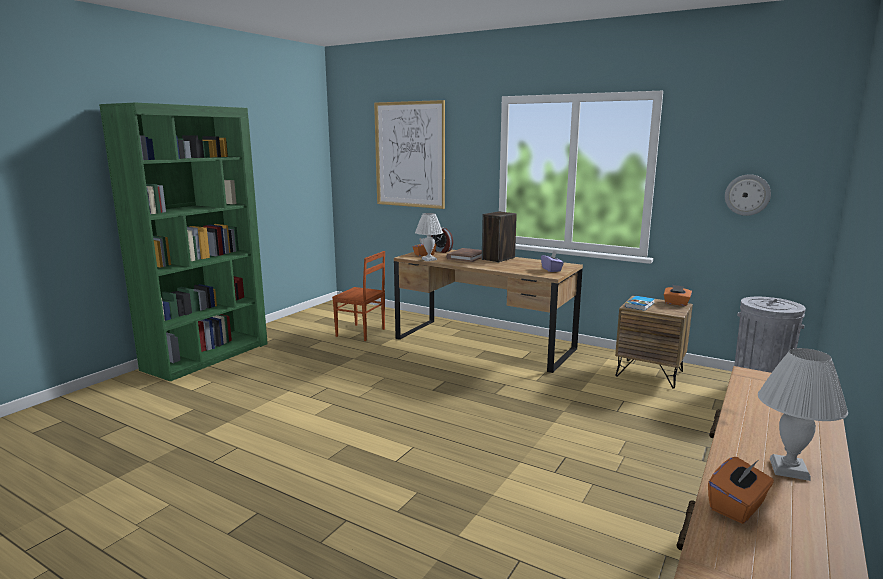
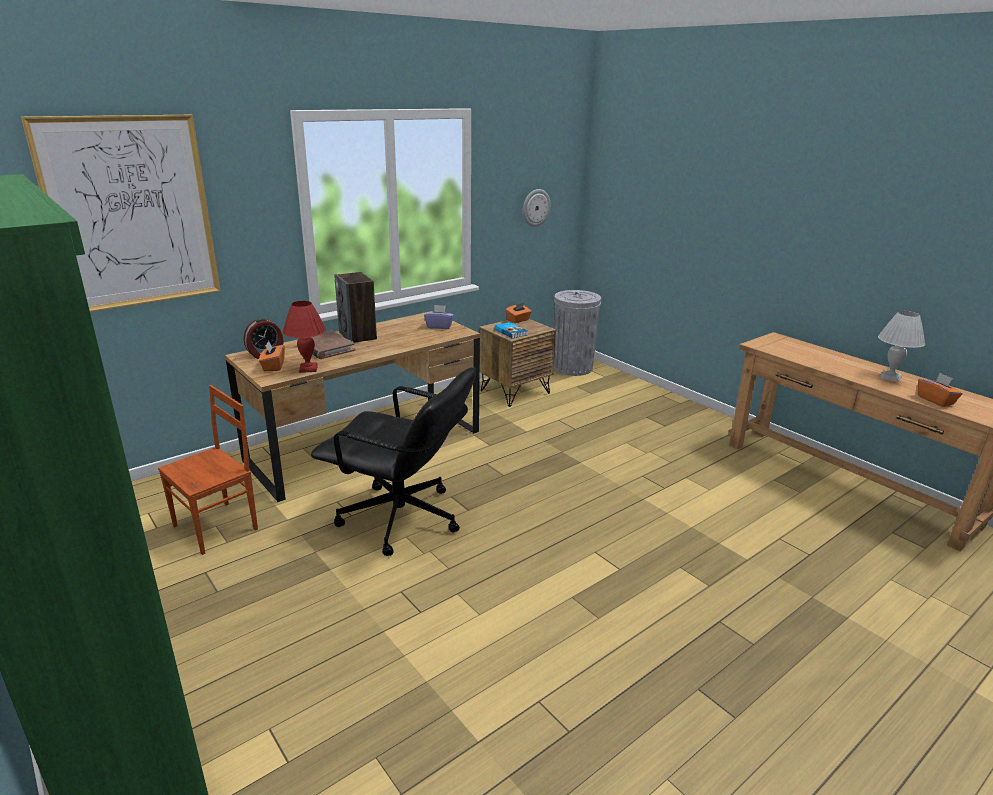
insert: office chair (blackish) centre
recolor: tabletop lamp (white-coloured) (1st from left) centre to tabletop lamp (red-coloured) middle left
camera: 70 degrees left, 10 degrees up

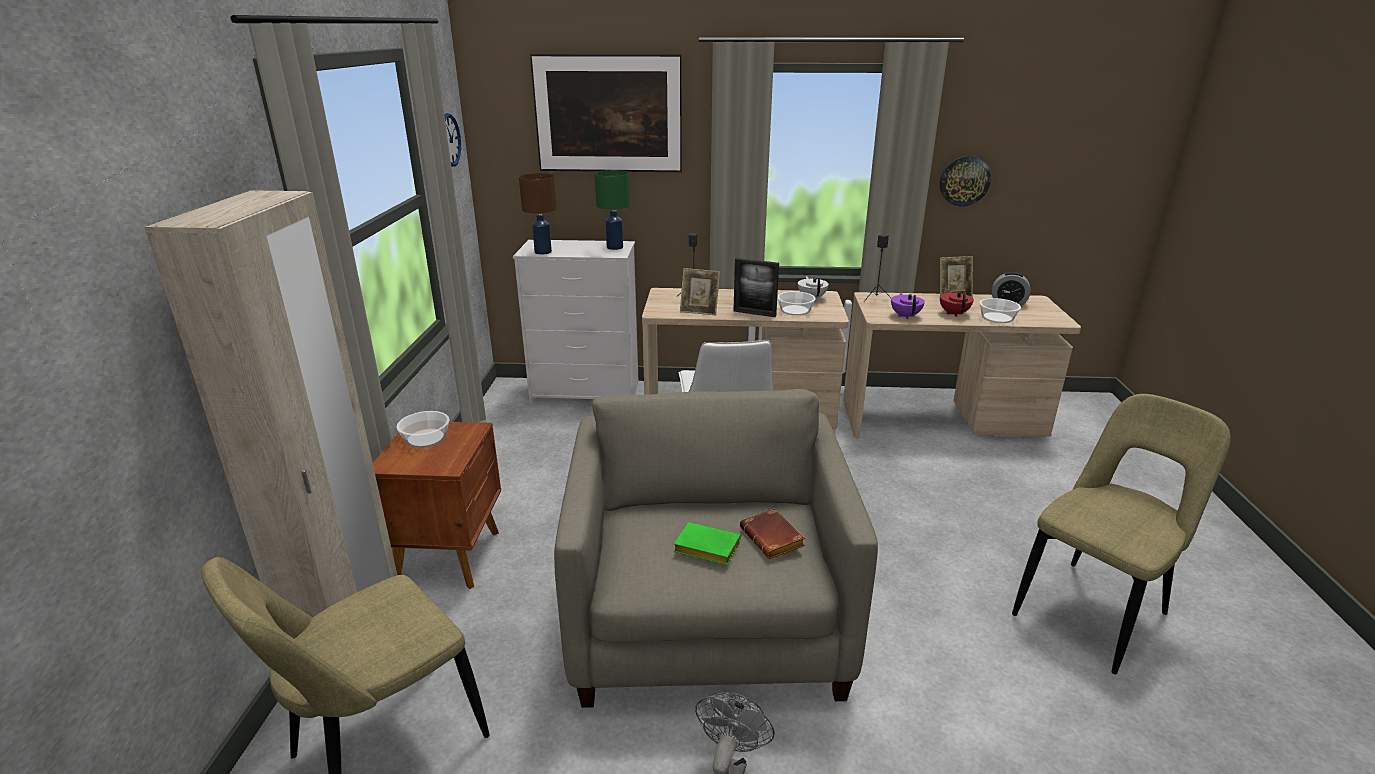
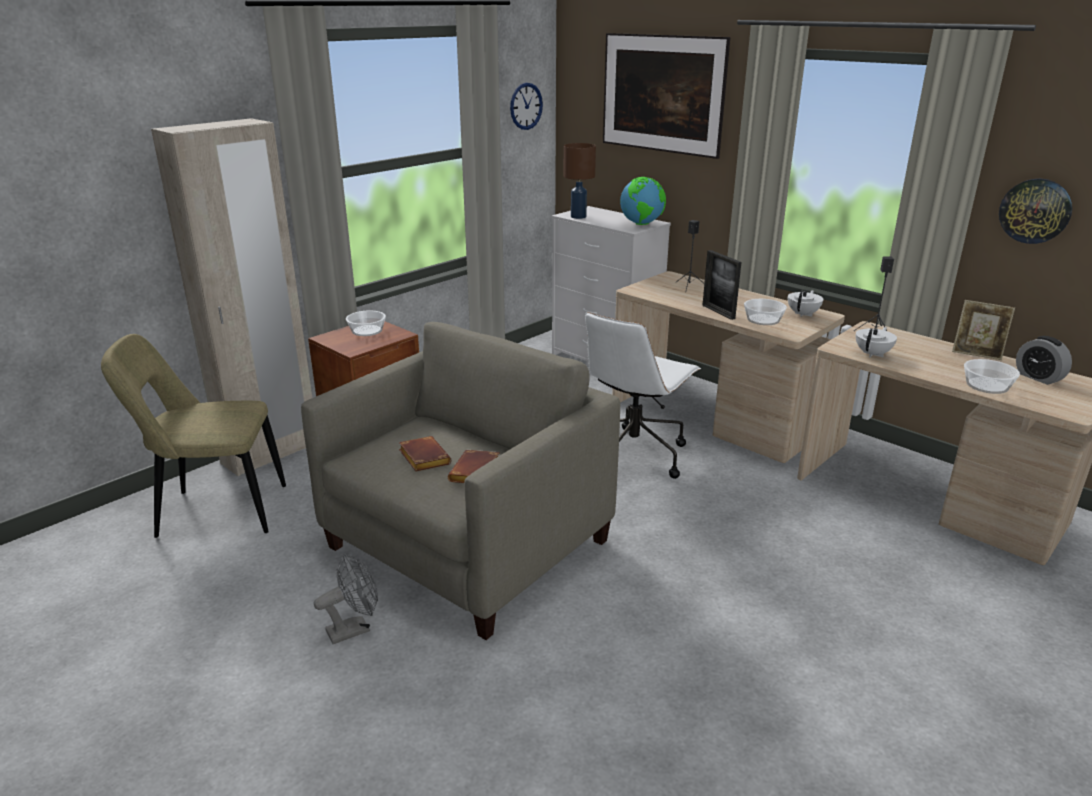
delete: photo frame (1st from left) centre; tea pot (red-coloured) middle right; plain chair (beige) (2nd from left) bottom right
replace: tabletop lamp (greenish) top centre to globe top centre
recolor: bound book (greenish) bottom centre to bound book (brownish) (1st from left) centre; tea pot (purplish) centre to tea pot (white-coloured) (2nd from left) middle right
camera: 40 degrees right, 0 degrees up

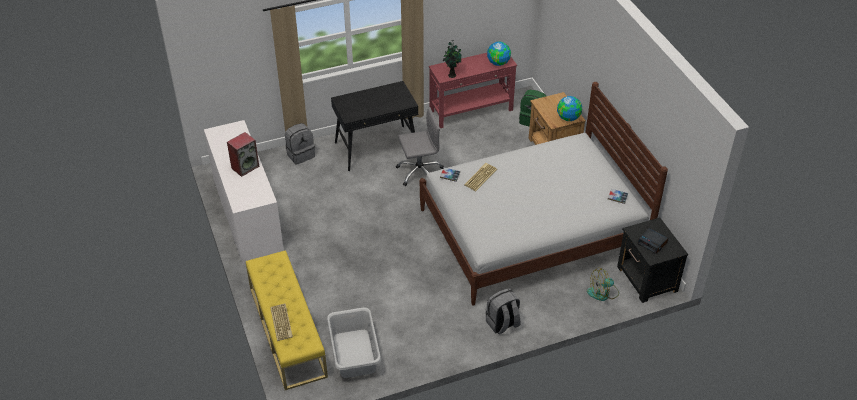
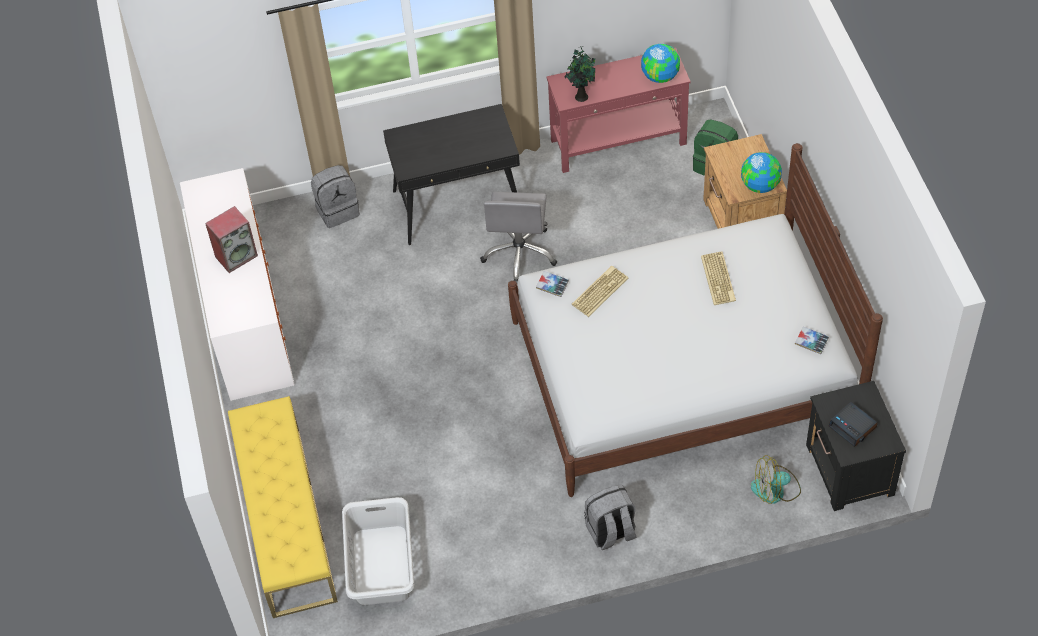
move: keyboard (1st from left in the first image) bottom left to keyboard (2nd from left) middle right
rotate: office chair (grey) centre = centre 105 degrees clockwise
camera: 10 degrees right, 10 degrees up

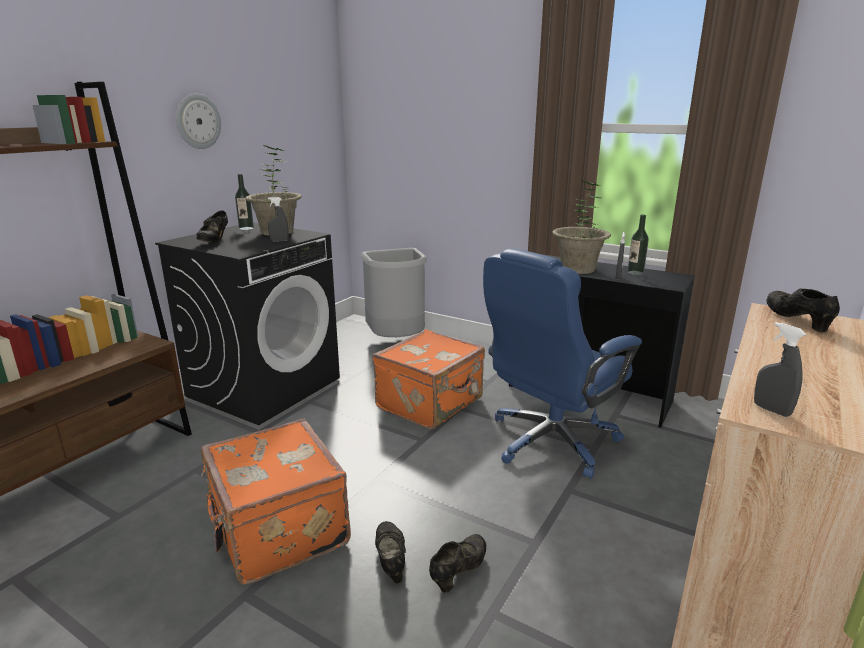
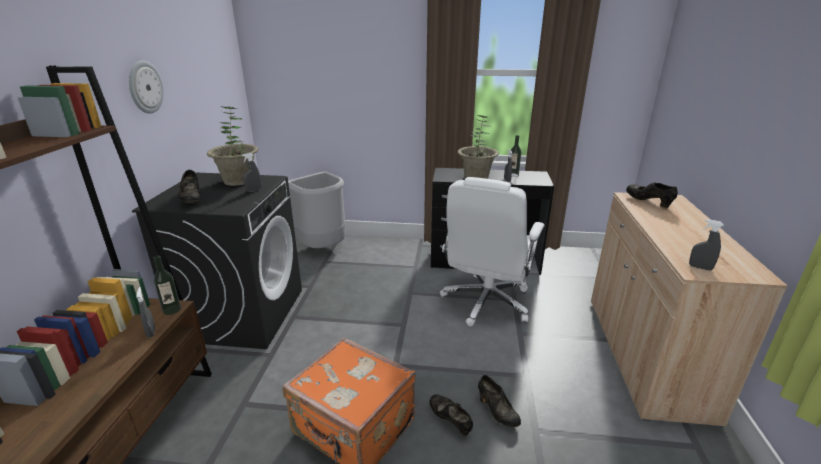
delete: piece of luggage (orangey) (2nd from left) centre
insert: hand sprayer (grey) (1st from left) bottom left
move: drink bottle (1st from left) top left to middle left
recolor: office chair (blue) centre to office chair (white-coloured) centre
rotate: low shoe (blackish) (3rd from left) bottom centre = bottom centre 135 degrees clockwise
camera: 25 degrees left, 5 degrees up

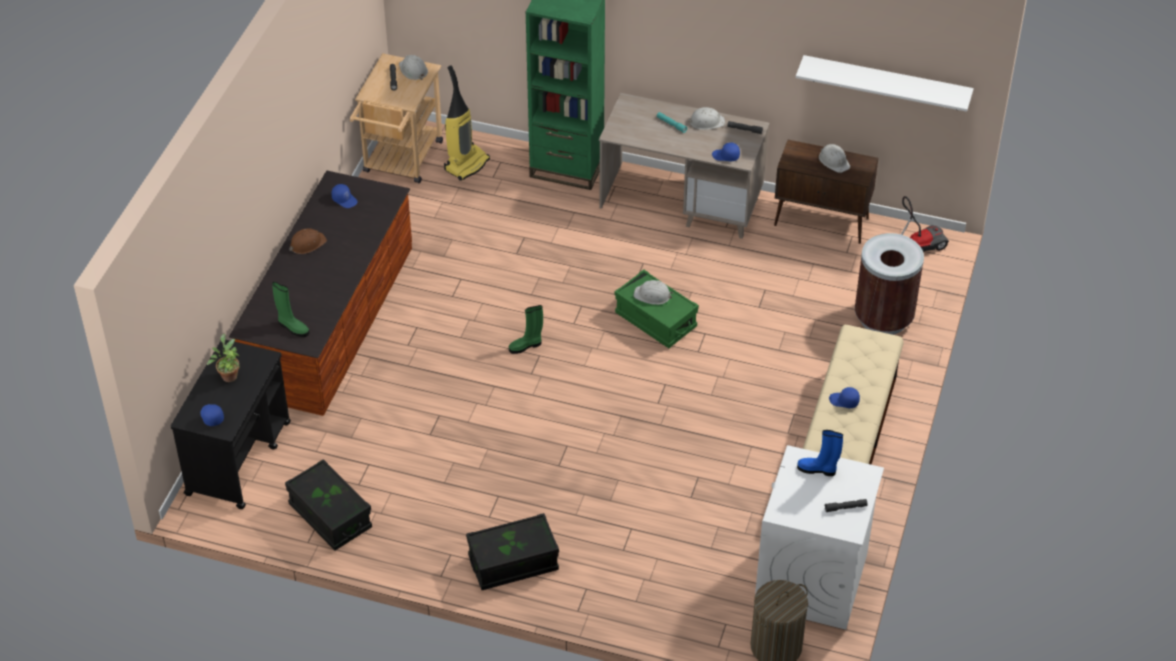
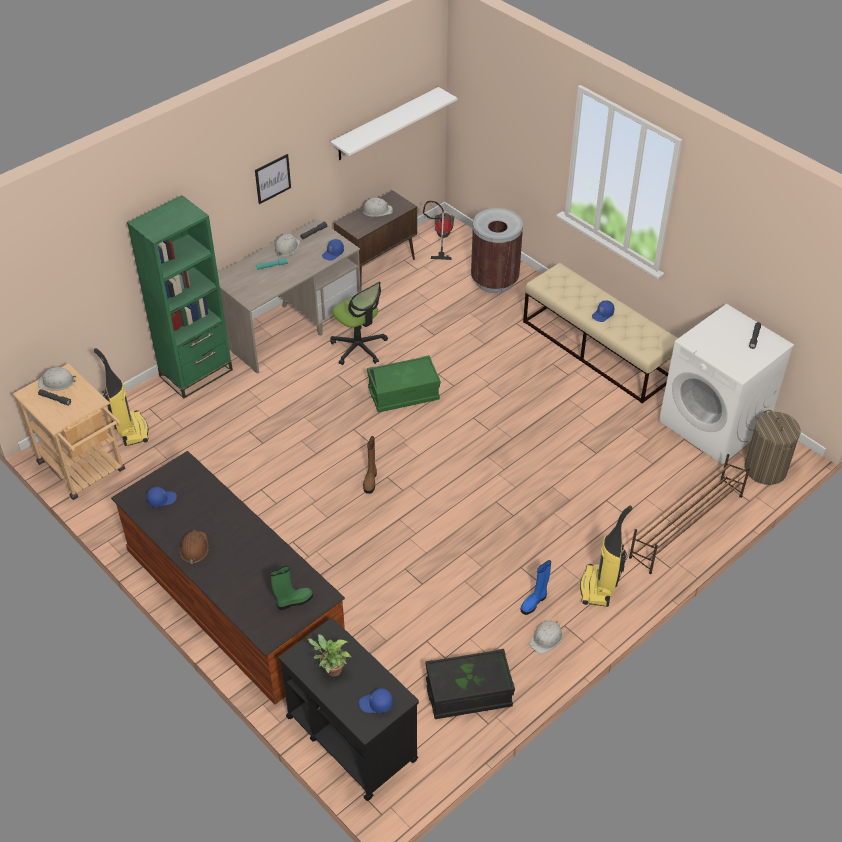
insert: picture top left; office chair centre; shoe shelf (brownish) middle right
move: work helmet (white-coloured) (2nd from left in the first image) centre to work helmet (white-coloured) (4th from left) bottom centre; boot (blue) bottom right to bottom centre
replace: storage container (blackish) (2nd from left) bottom centre to hoover (3rd from left) middle right
recolor: boot (greenish) (2nd from left) centre to boot (brownish) centre
camera: 60 degrees left, 0 degrees up

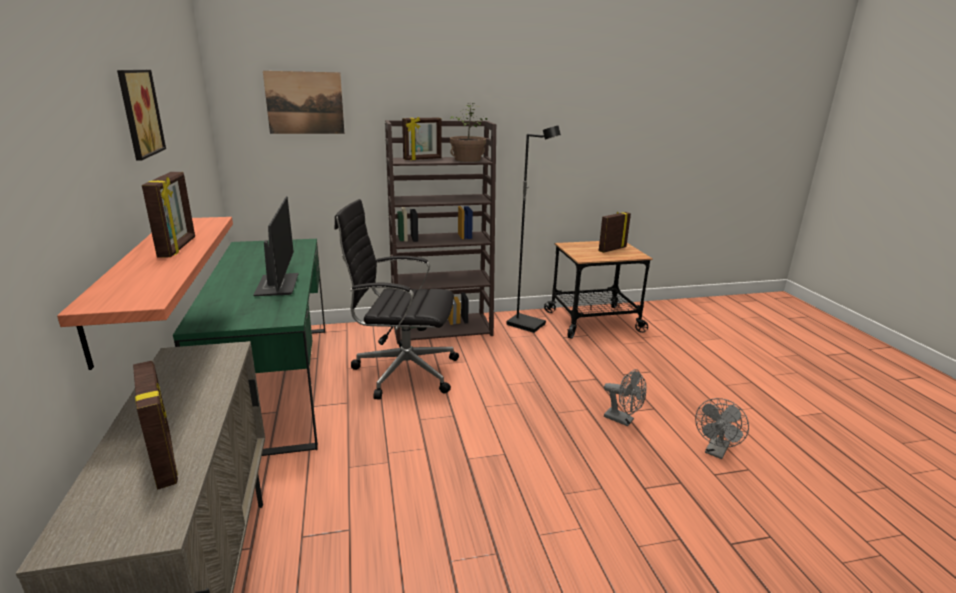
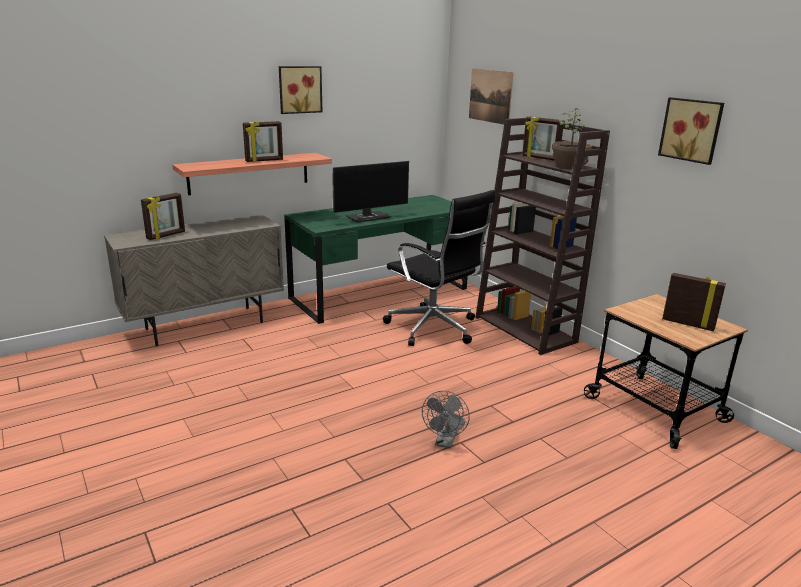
delete: floor lamp (blackish) centre; electric fan (grey) (2nd from left) bottom right
insert: picture (3rd from left) top right
rotate: office chair (blackish) centre = centre 150 degrees clockwise
camera: 70 degrees right, 0 degrees up

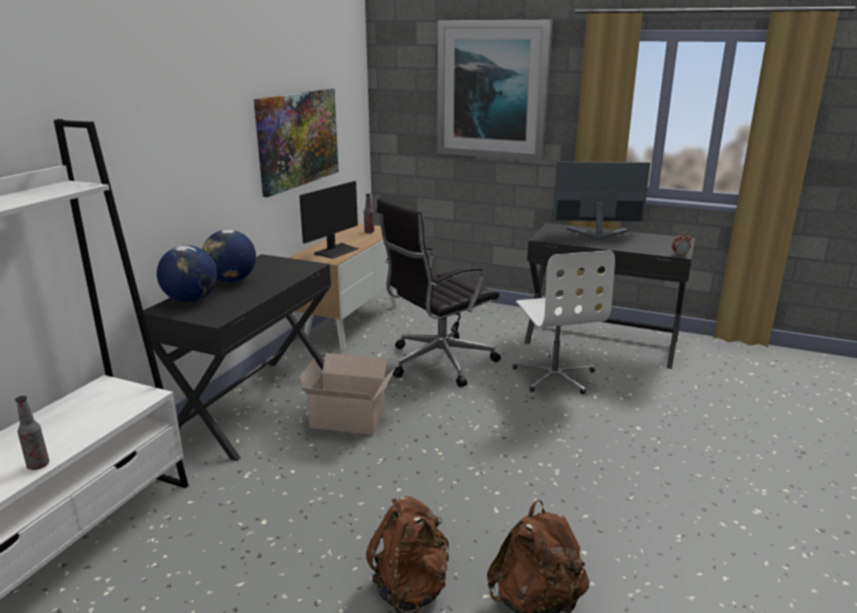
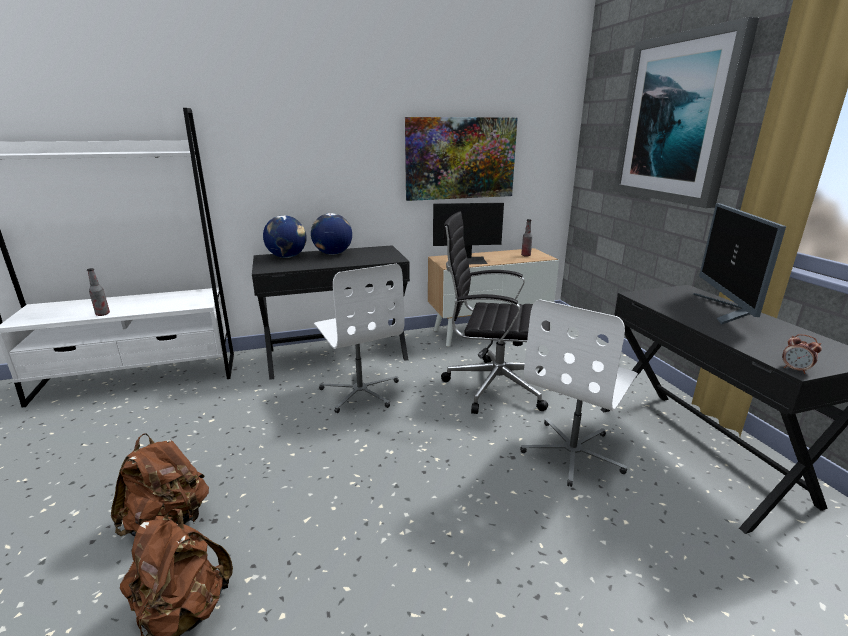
replace: cardboard box centre to office chair (white-coloured) (1st from left) centre
rotate: computer screen (2nd from left) top right = middle right 135 degrees counterclockwise
camera: 50 degrees right, 0 degrees up

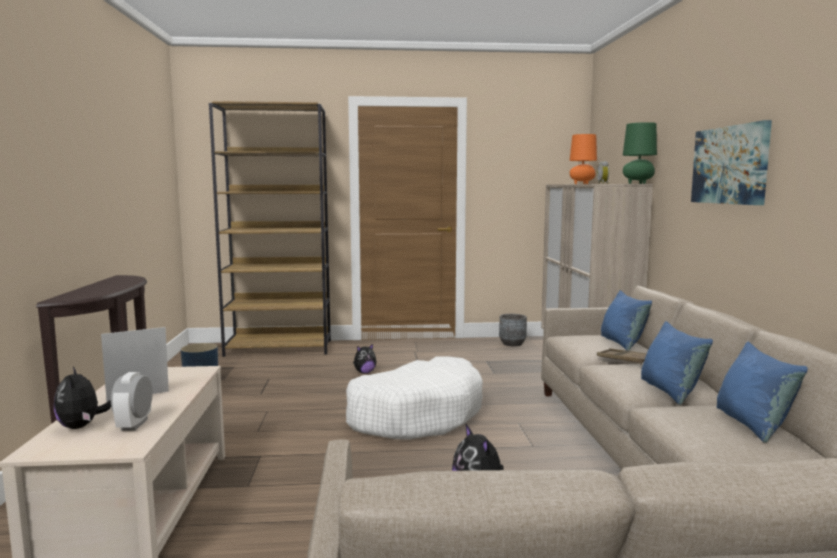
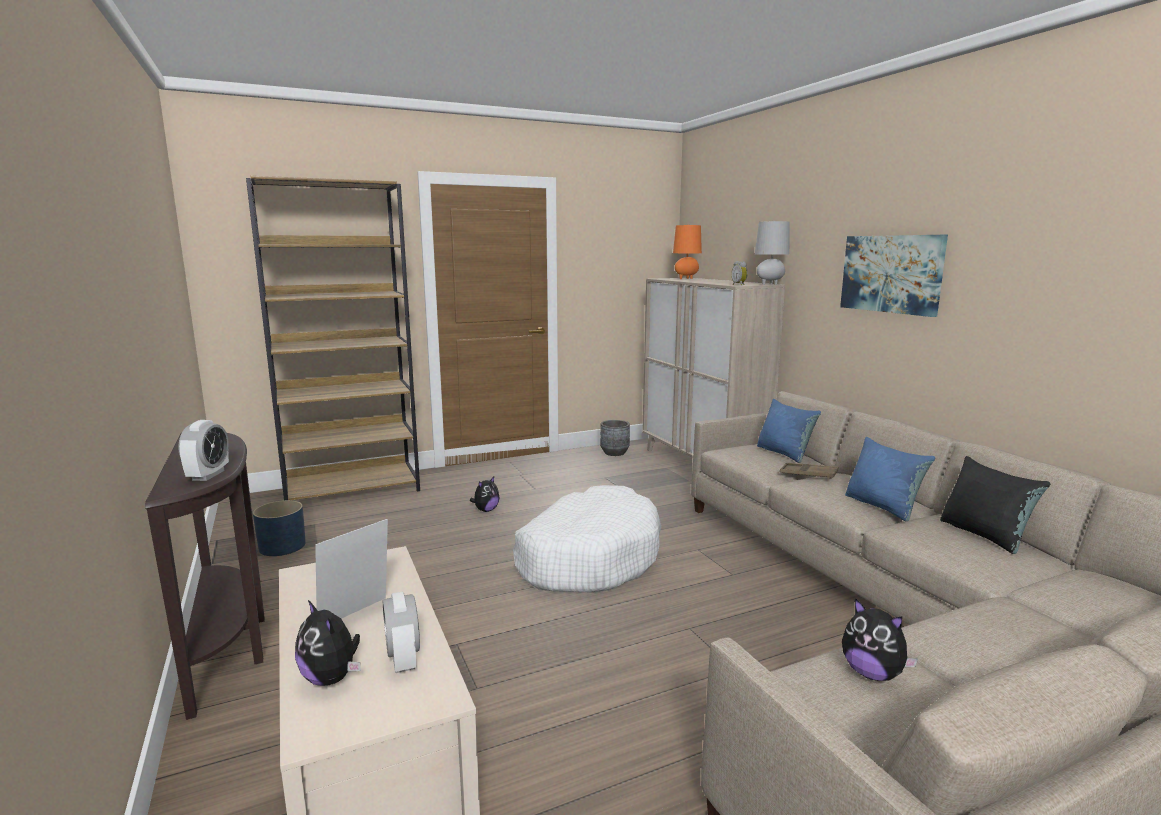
insert: bedside clock (1st from left) middle left
recolor: tabletop lamp (greenish) top right to tabletop lamp (grey) top centre; cushion (blue) (3rd from left) bottom right to cushion (blackish) middle right
camera: 20 degrees left, 5 degrees up

